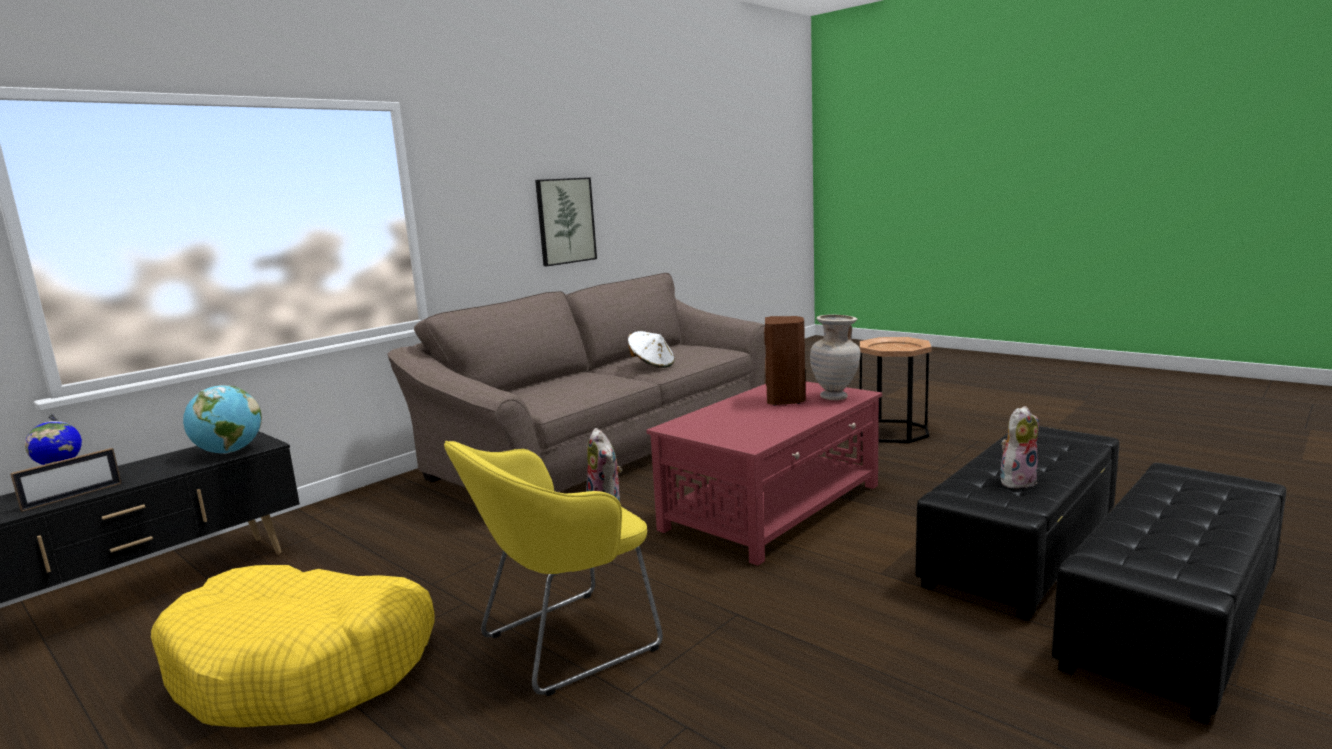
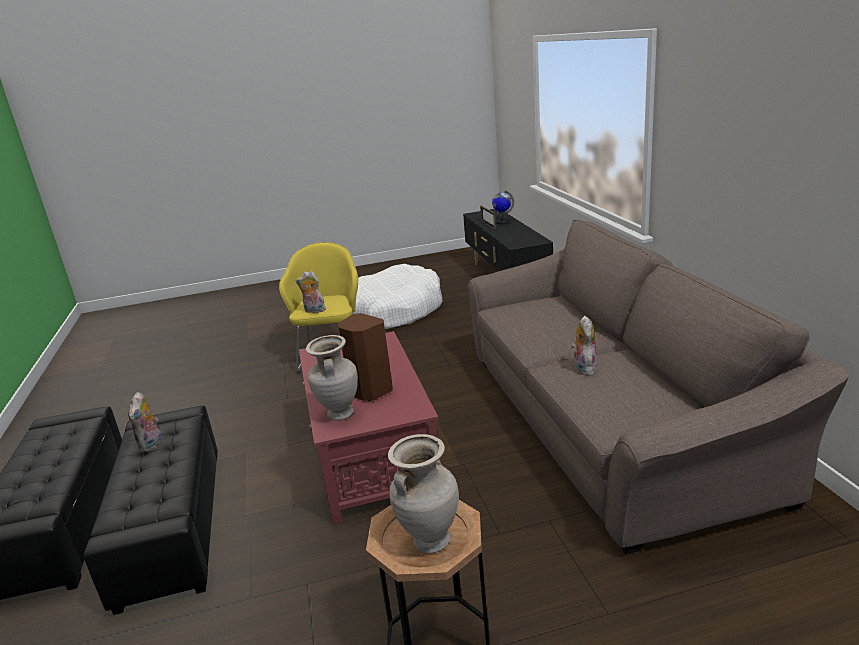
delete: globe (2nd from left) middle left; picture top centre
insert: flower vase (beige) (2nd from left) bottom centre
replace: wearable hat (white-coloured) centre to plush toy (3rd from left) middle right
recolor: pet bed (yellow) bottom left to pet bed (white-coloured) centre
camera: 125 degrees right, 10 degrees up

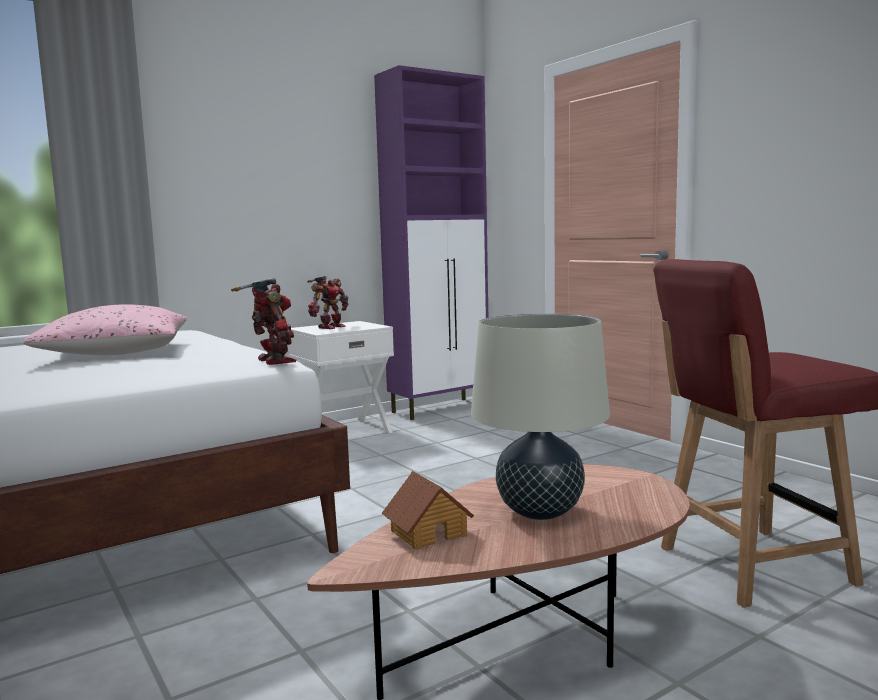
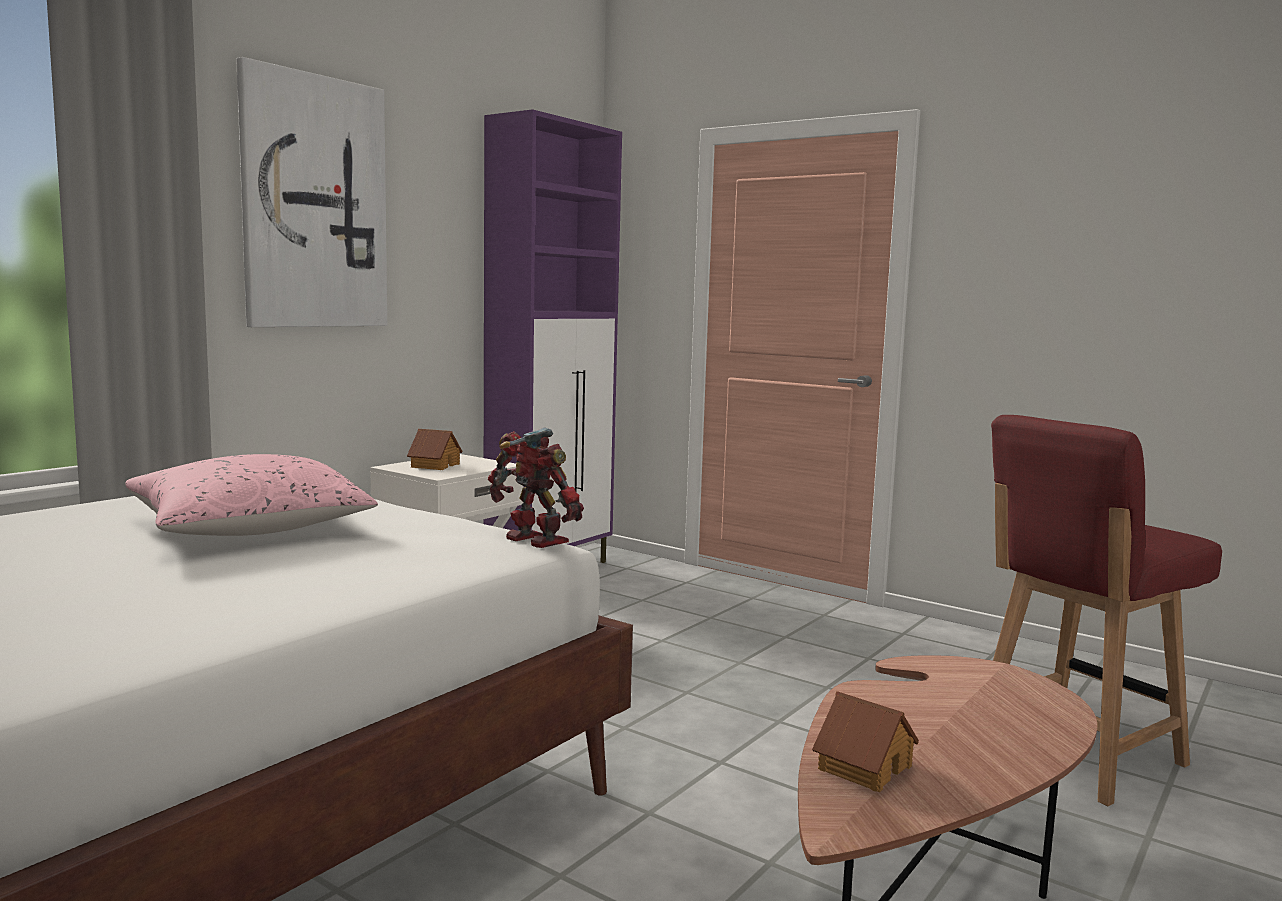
delete: tabletop lamp (beige) centre
insert: picture top left
replace: robot figure (2nd from left) centre to model house (1st from left) centre
camera: 20 degrees left, 0 degrees up

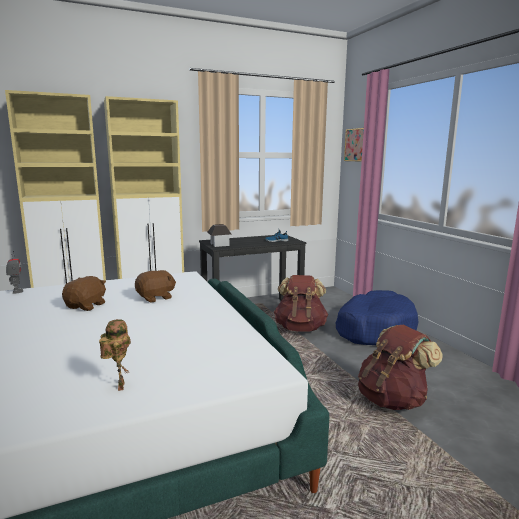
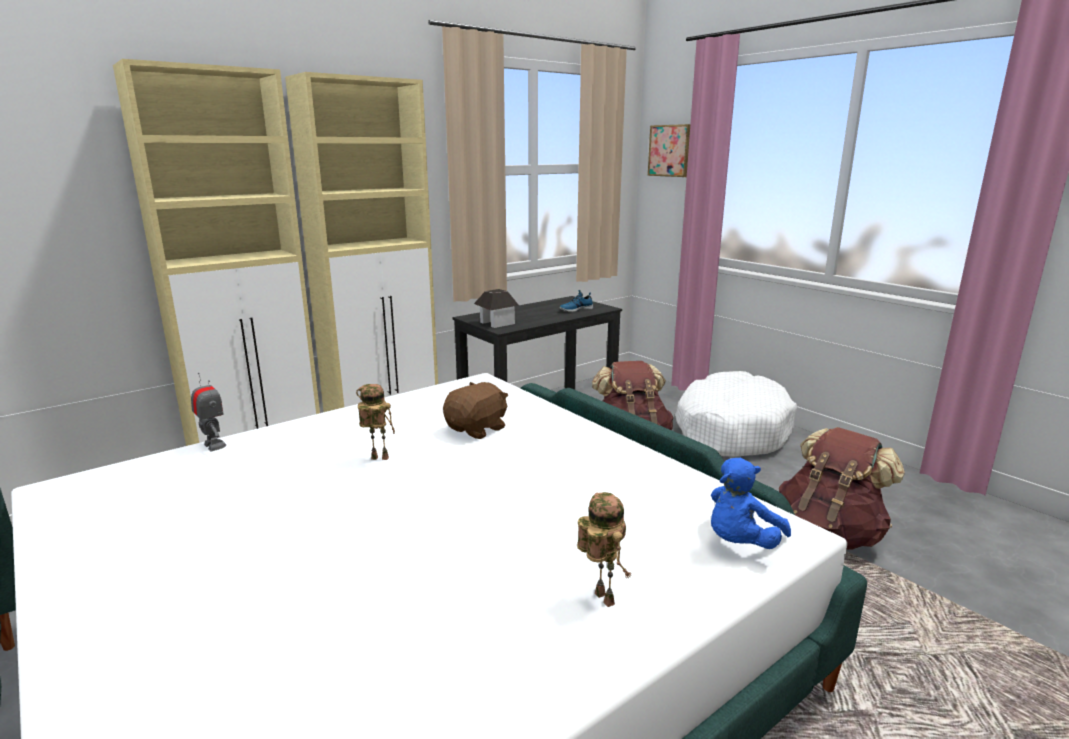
insert: plush toy (blue) bottom right
replace: plush toy (brownish) (1st from left) middle left to robot figure (2nd from left) centre
recolor: pet bed (blue) middle right to pet bed (white-coloured) middle right
camera: 15 degrees left, 5 degrees up

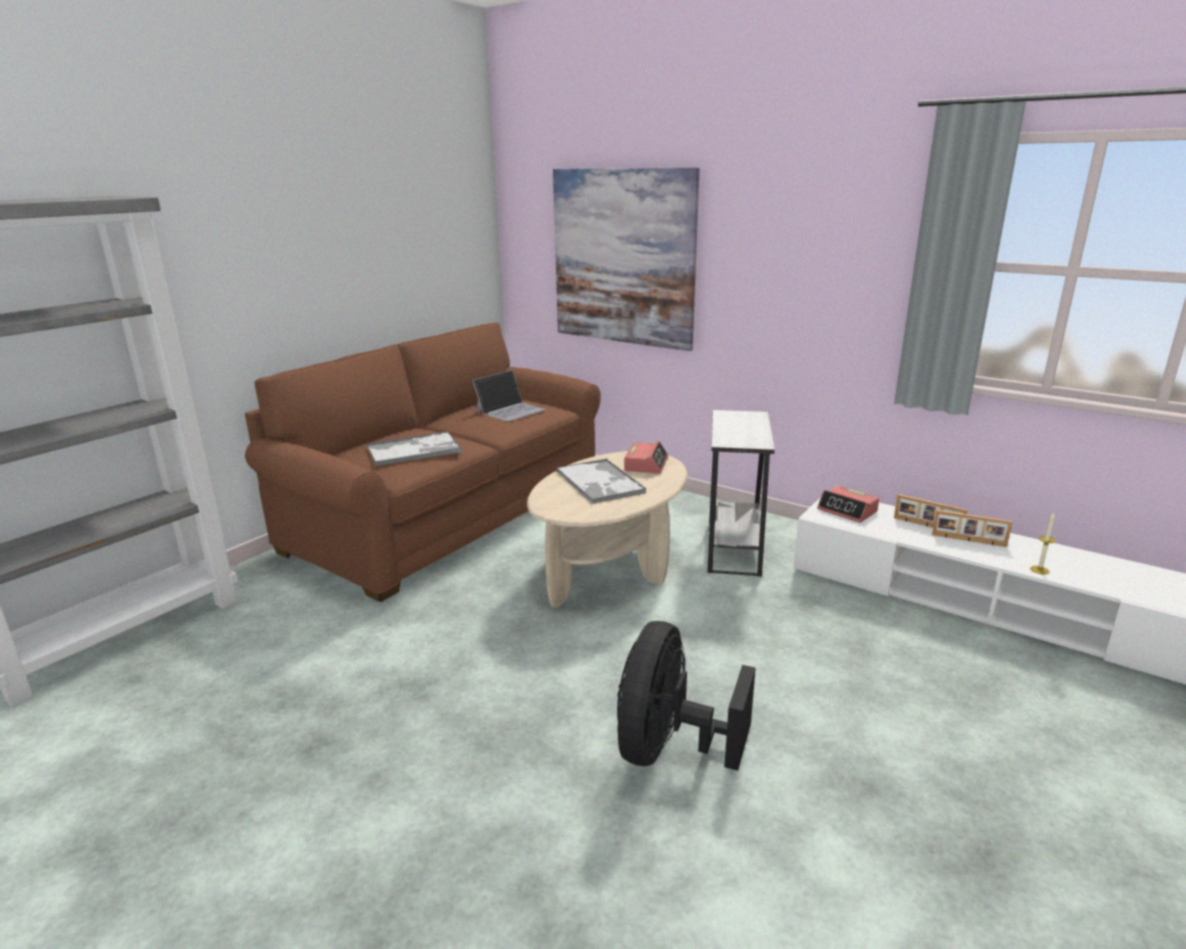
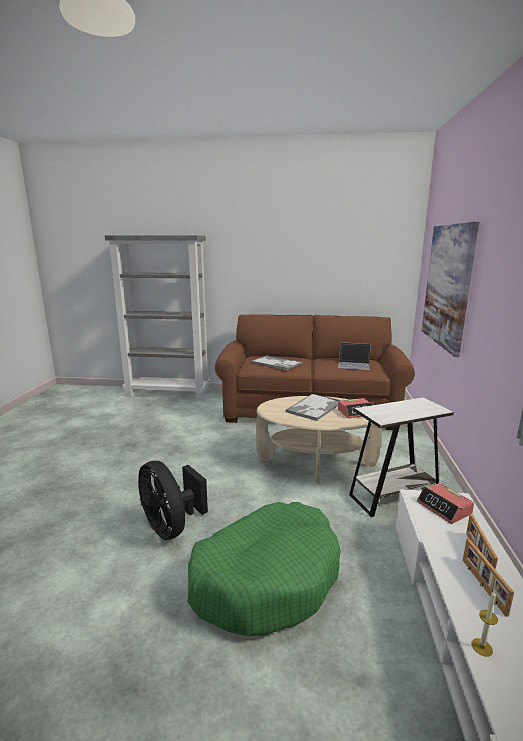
insert: pet bed (greenish) bottom centre
rotate: electric fan (blackish) bottom centre = bottom left 120 degrees counterclockwise; bedside clock (2nd from left) middle right = bottom right 45 degrees counterclockwise
camera: 60 degrees right, 5 degrees down

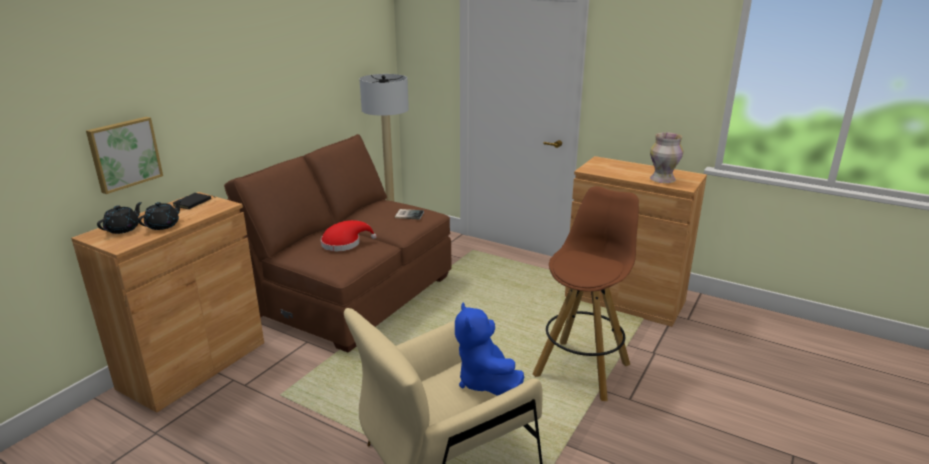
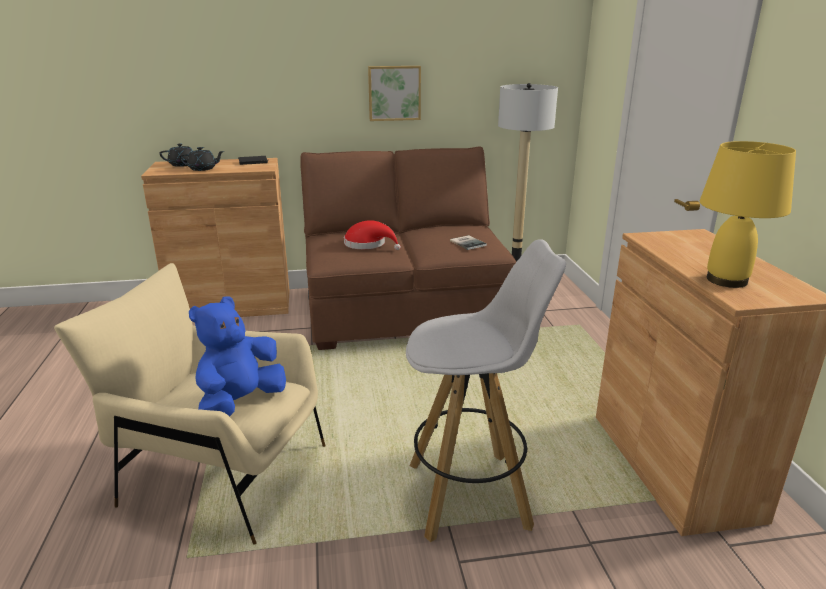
move: picture middle left to top centre
replace: flower vase middle right to tabletop lamp (yellow) middle right
recolor: stool (brownish) centre to stool (white-coloured) centre
camera: 50 degrees right, 0 degrees up

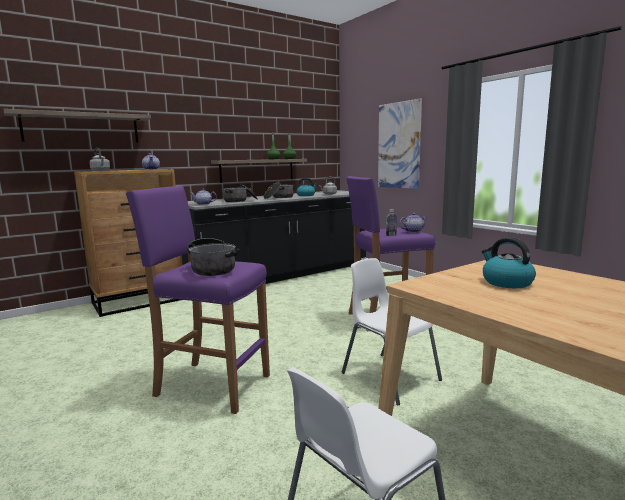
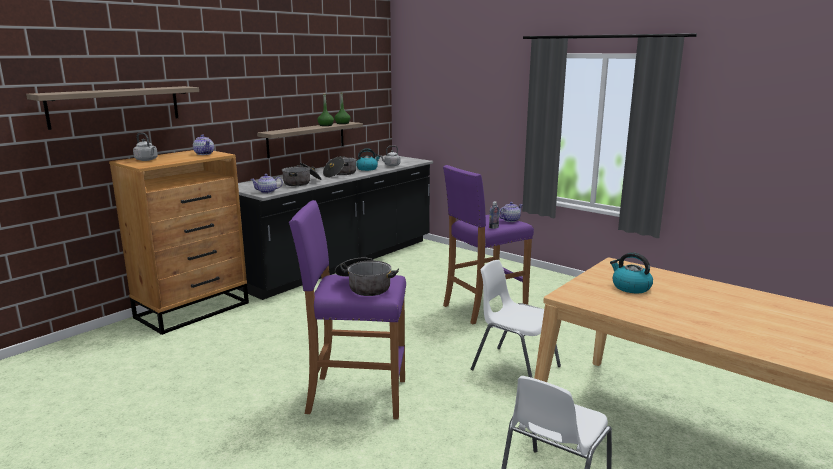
delete: picture top centre
camera: 15 degrees left, 5 degrees up

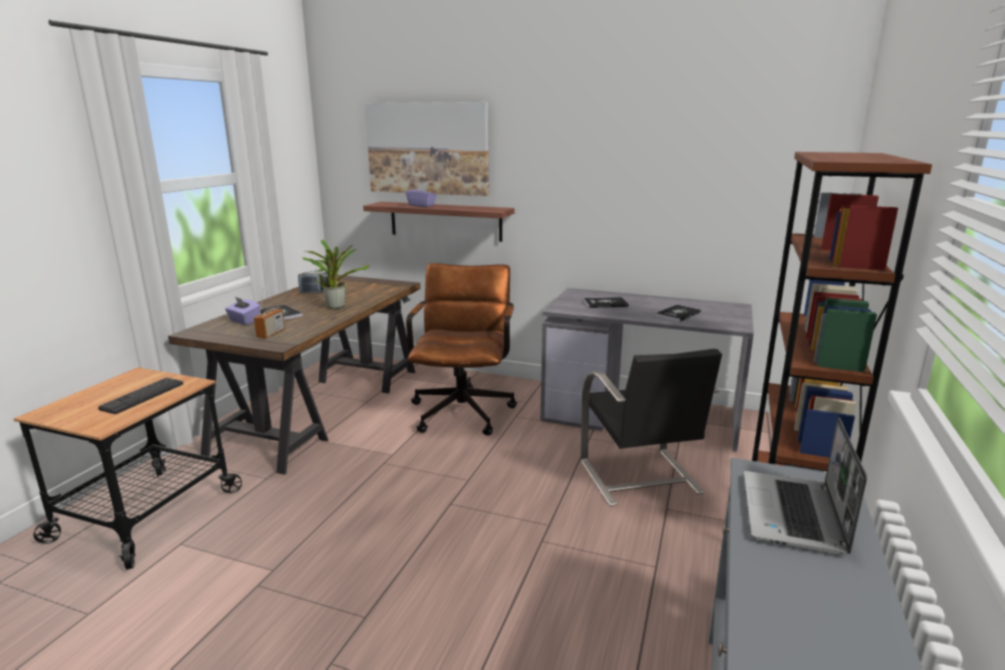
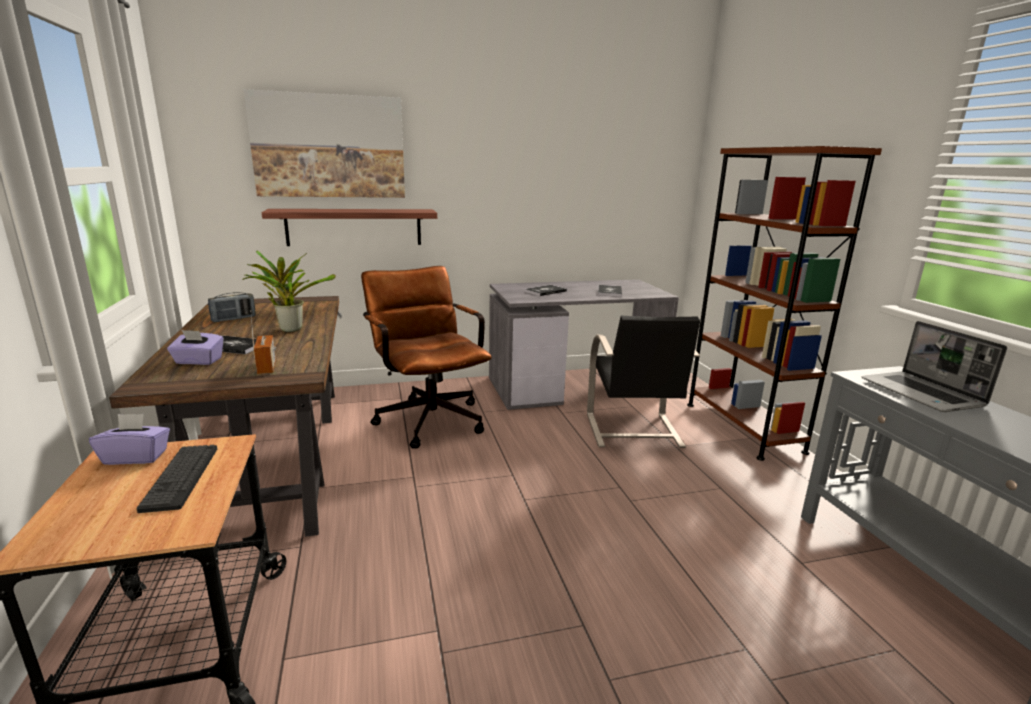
move: tissue box (purplish) (2nd from left in the first image) top centre to tissue box (purplish) (1st from left) middle left
rotate: plain chair (blackish) centre = centre 45 degrees clockwise
camera: 35 degrees left, 0 degrees up

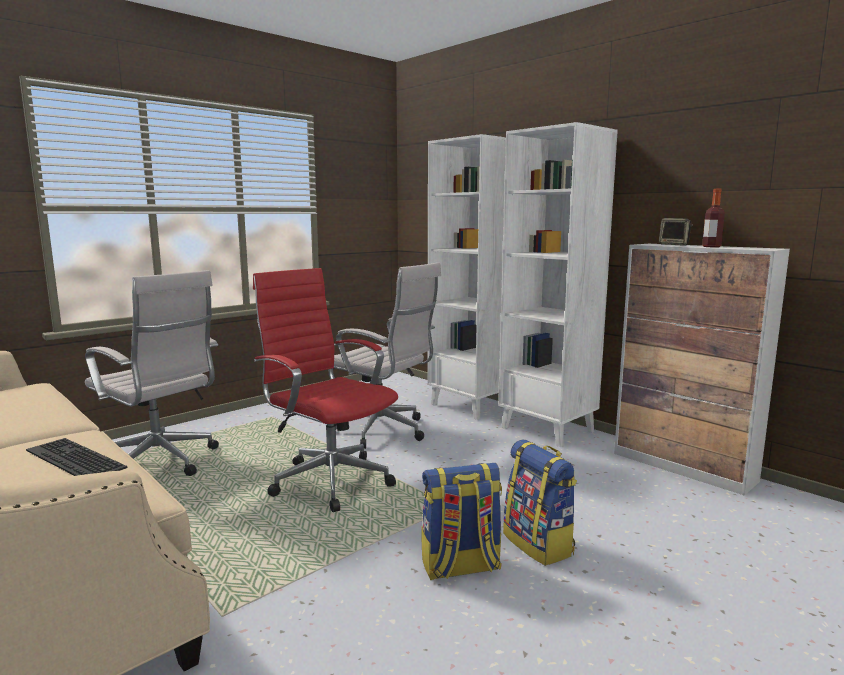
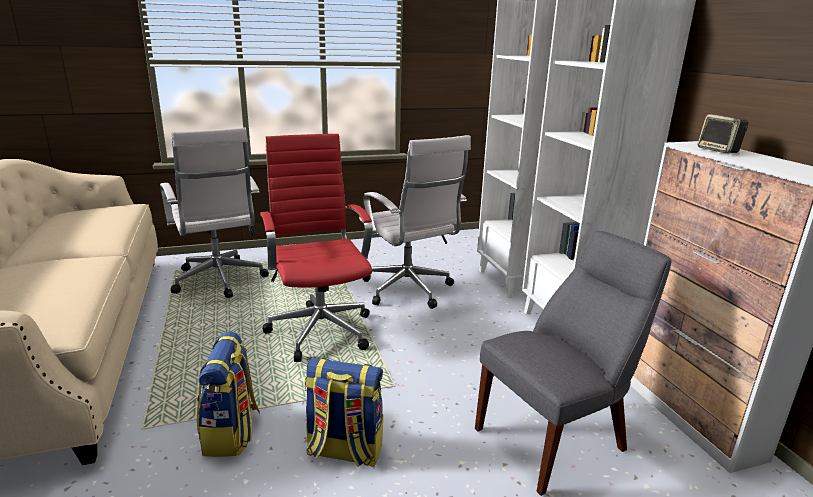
delete: keyboard bottom left; drink bottle top right
insert: plain chair (grey) bottom right
move: knapsack (2nd from left in the first image) bottom centre to knapsack (1st from left) bottom left
camera: 25 degrees right, 10 degrees up

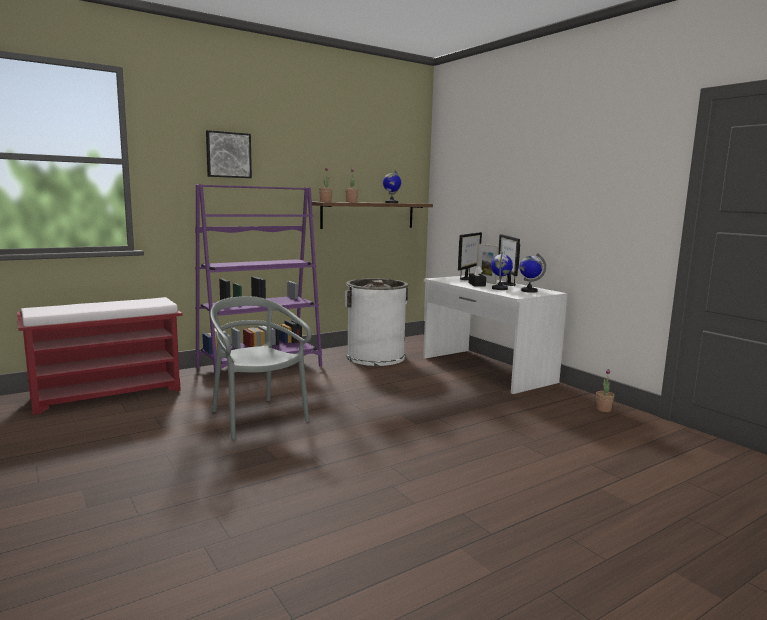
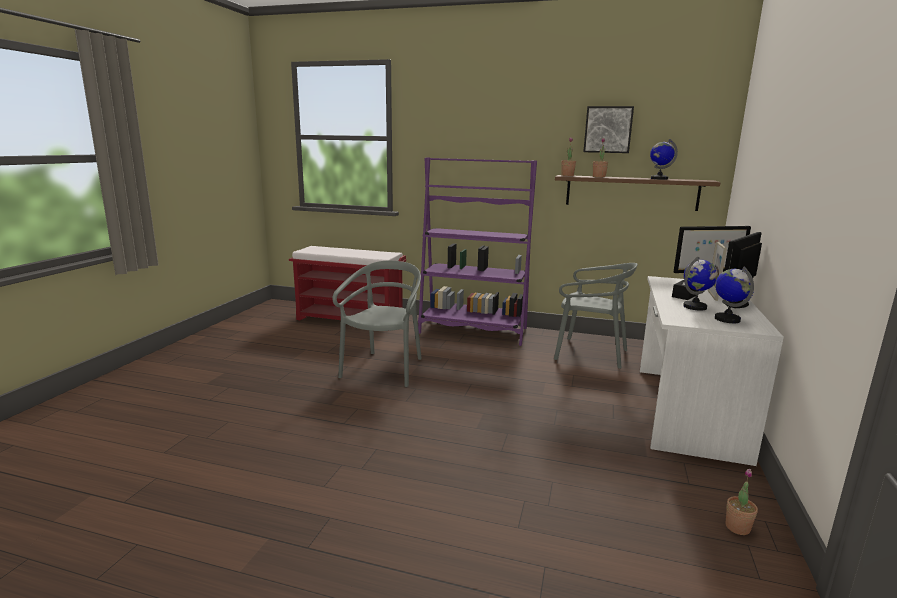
move: picture top left to top right
replace: waste bin (white-coloured) centre to plain chair (grey) (2nd from left) centre
camera: 50 degrees right, 5 degrees up

